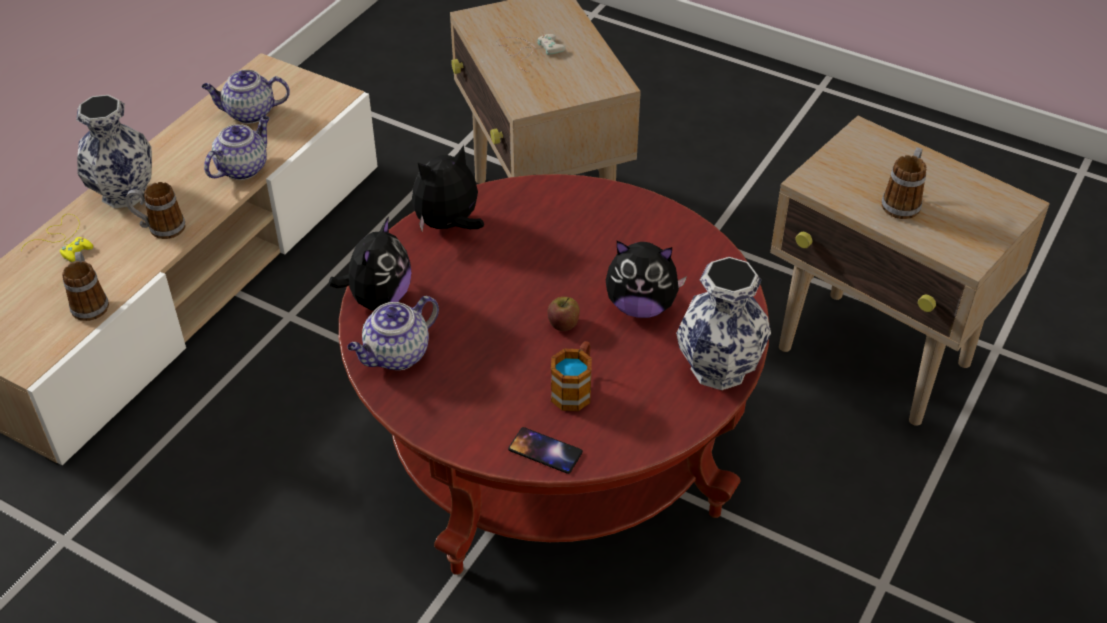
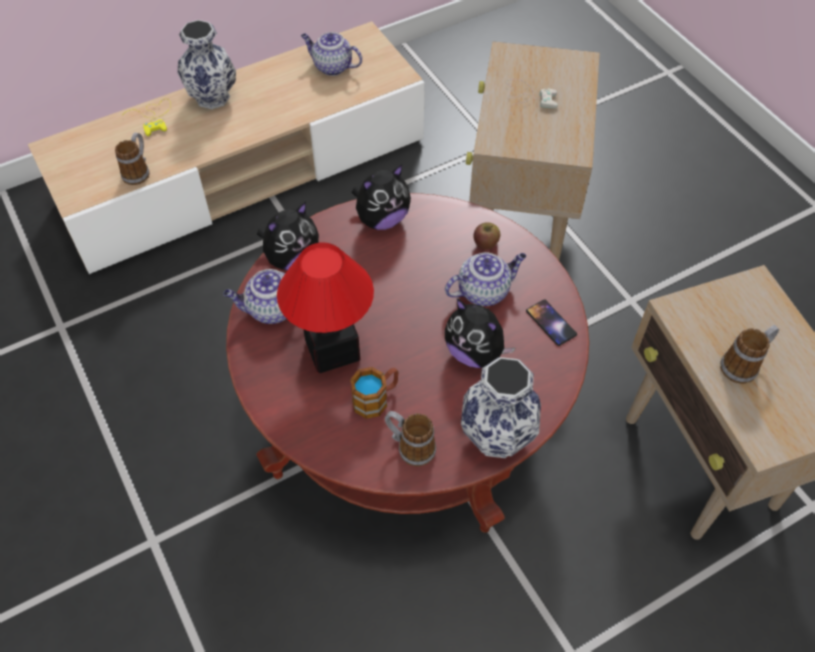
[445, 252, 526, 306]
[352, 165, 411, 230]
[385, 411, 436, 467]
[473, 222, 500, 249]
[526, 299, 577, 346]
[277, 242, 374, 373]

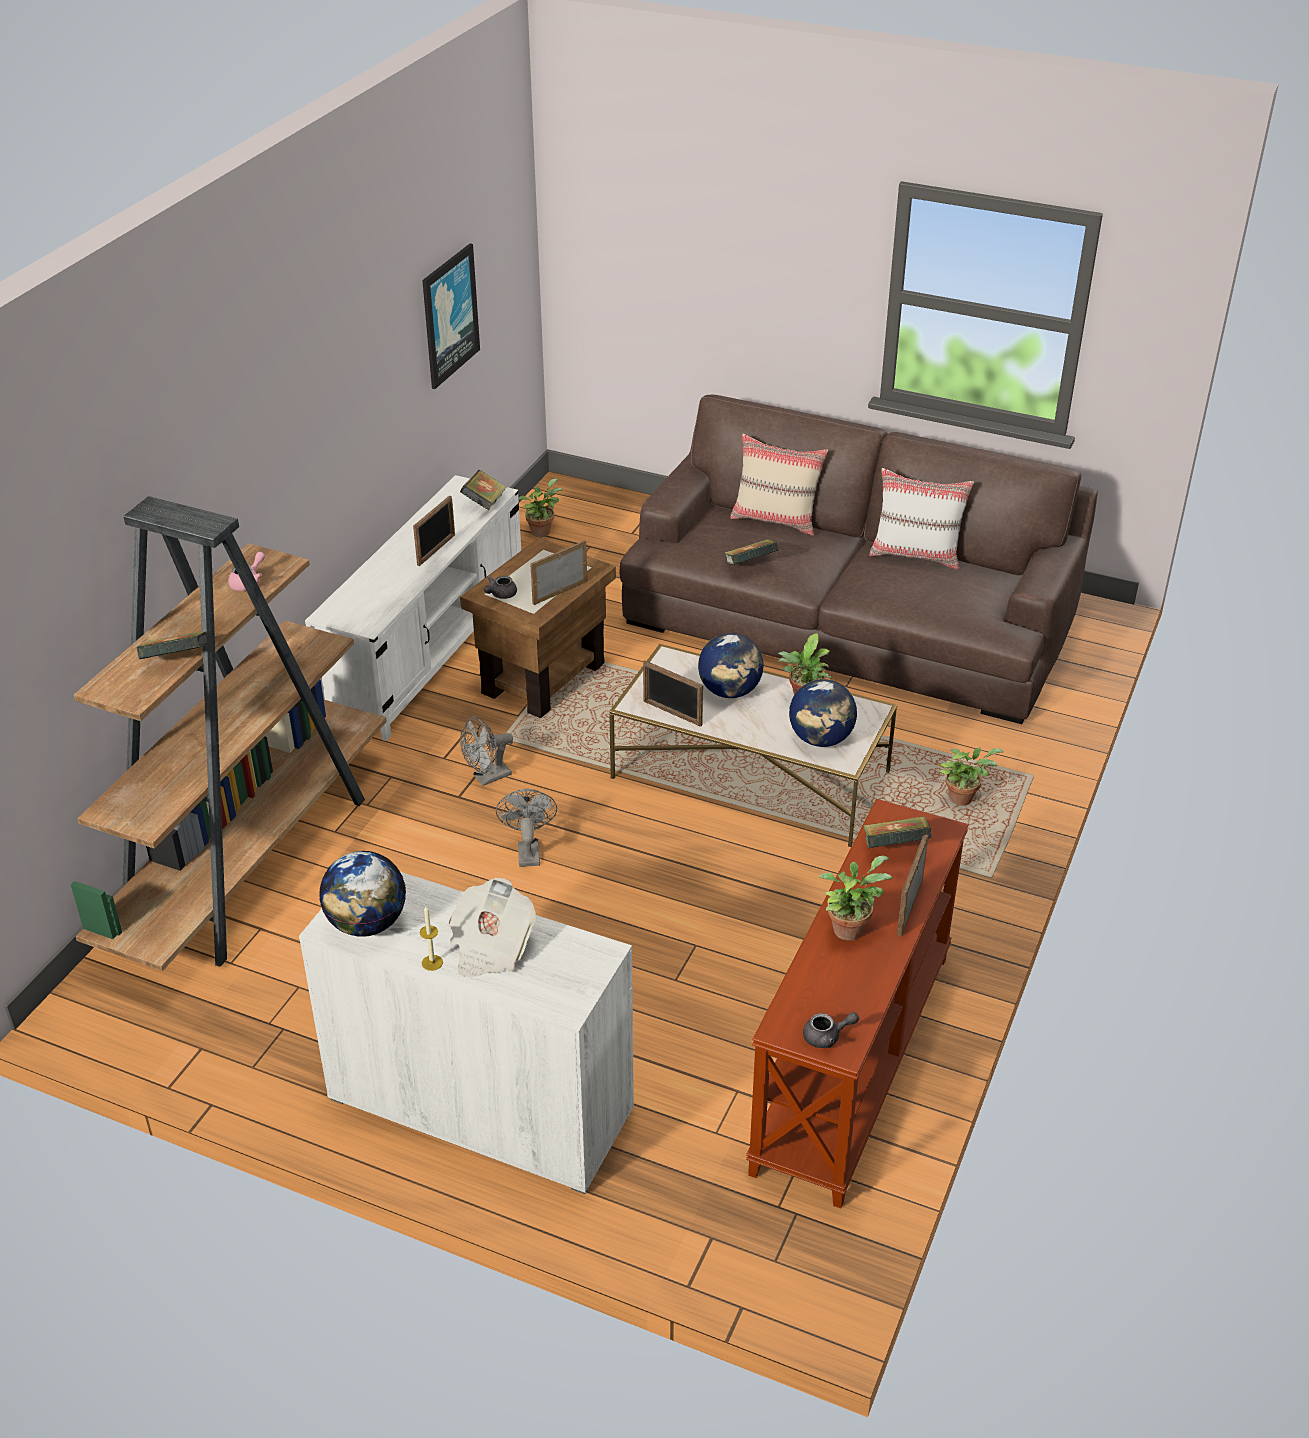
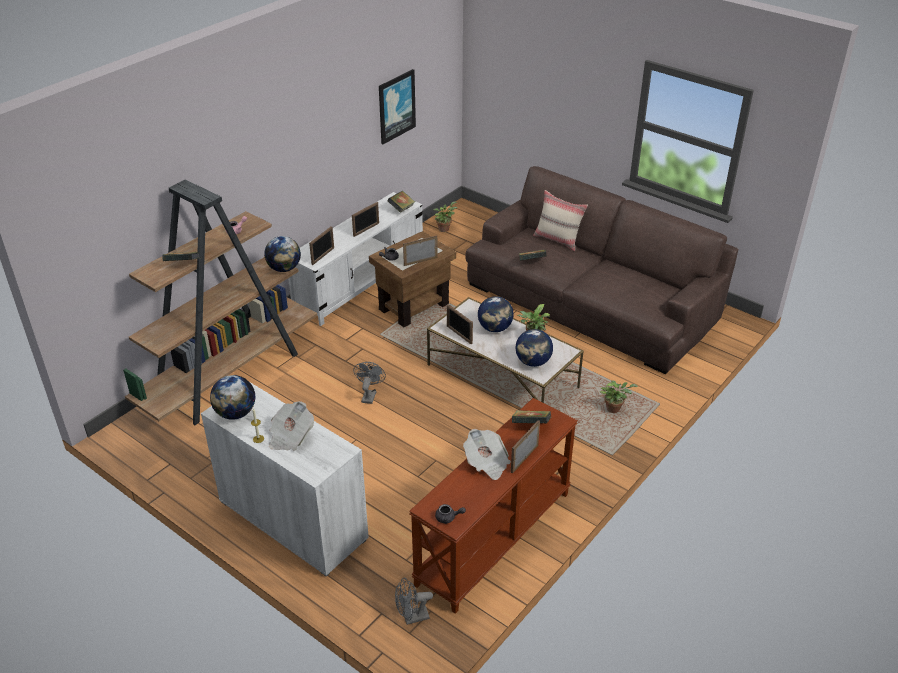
[869, 468, 974, 570] (first image)
[395, 577, 433, 625]
[463, 429, 511, 480]
[309, 226, 334, 265]
[264, 236, 301, 272]

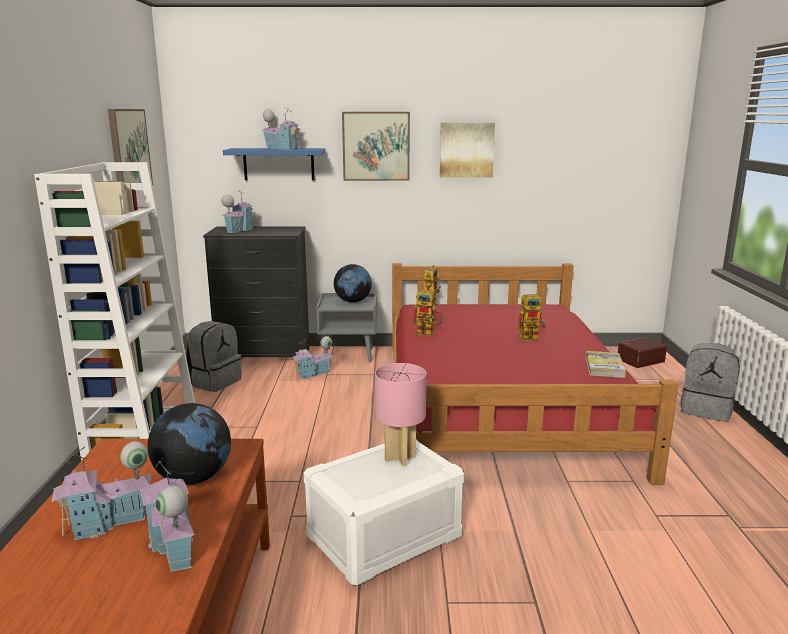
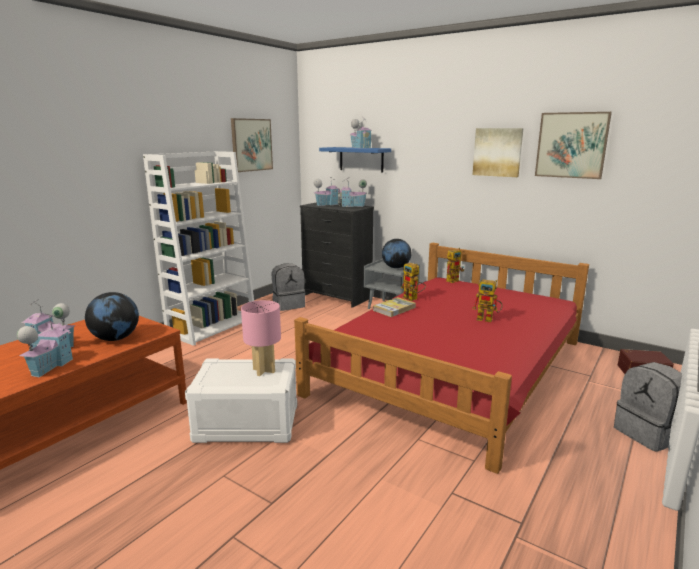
[535, 112, 612, 179]
[338, 178, 367, 207]
[373, 297, 416, 317]

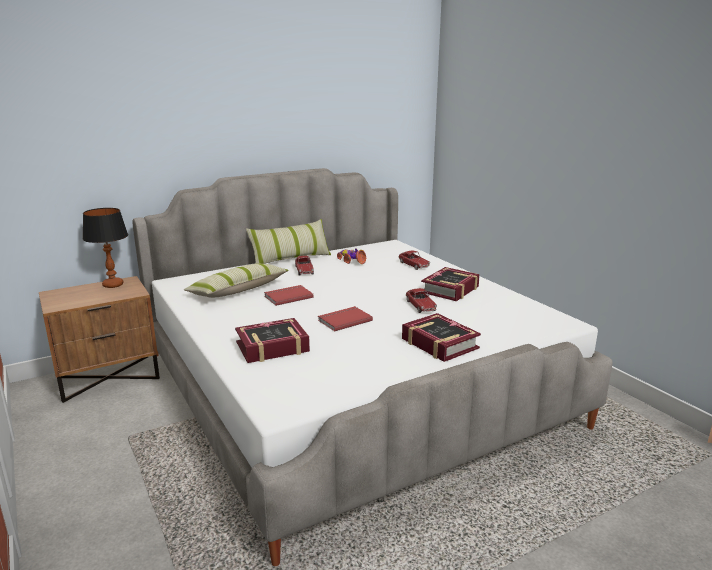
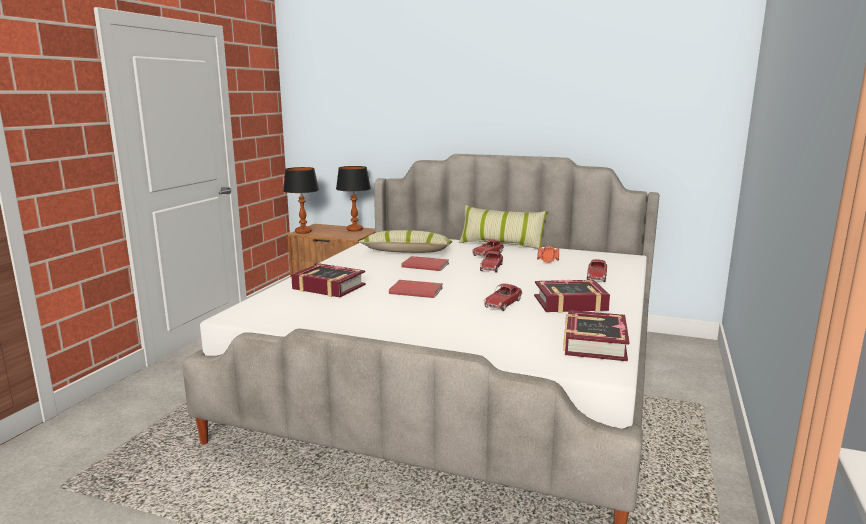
[563, 310, 630, 361]
[283, 167, 319, 234]
[480, 251, 503, 273]

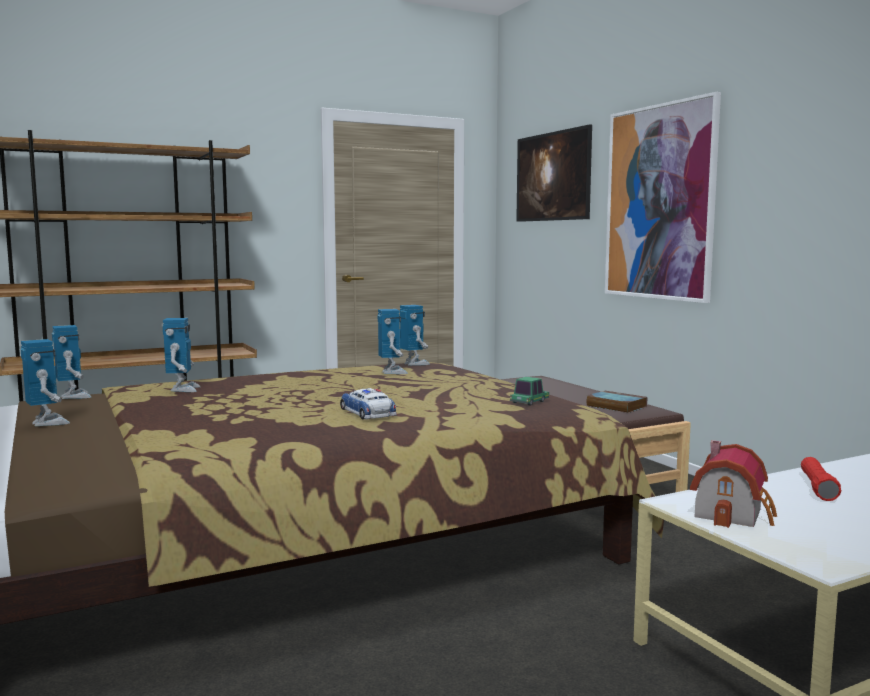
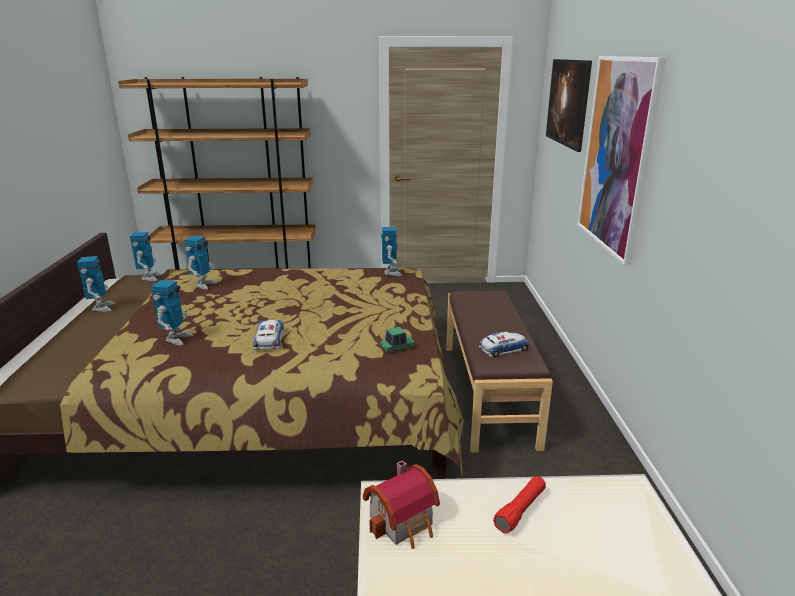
[151, 280, 193, 345]
[479, 332, 529, 358]

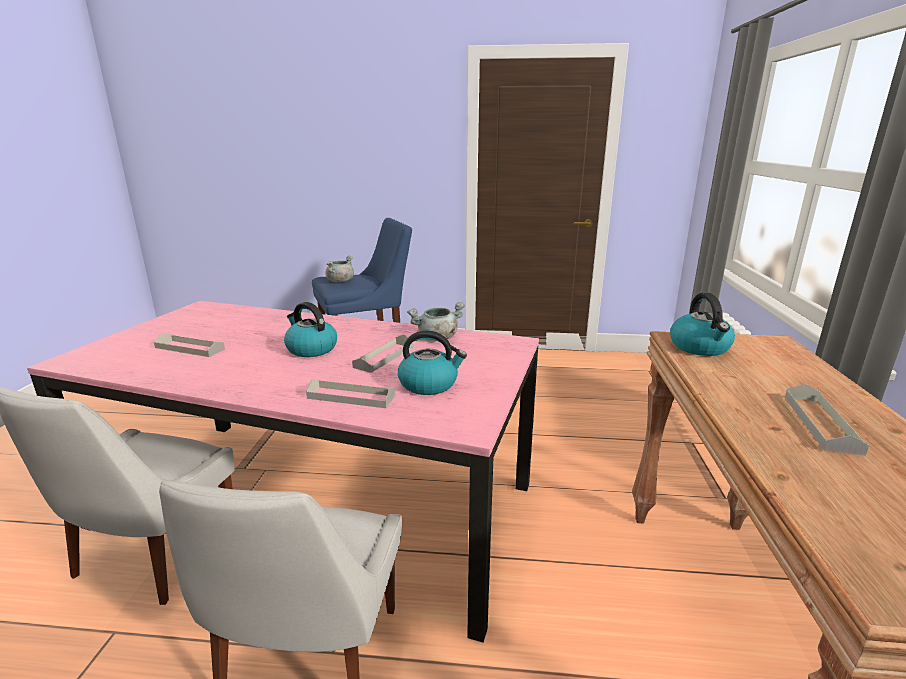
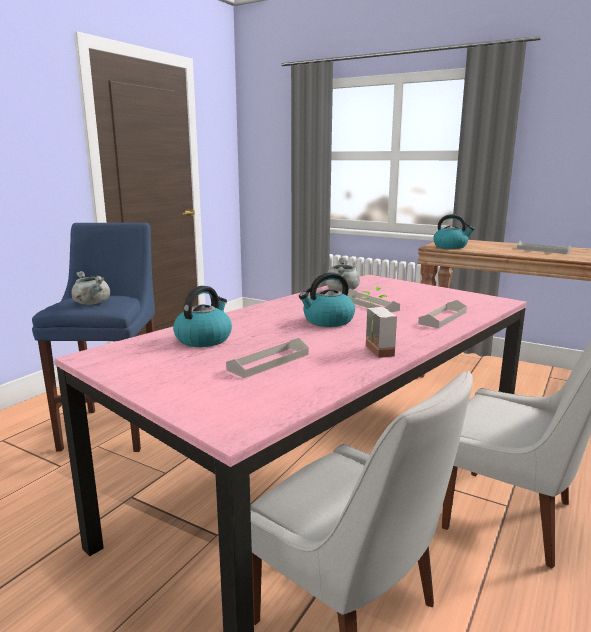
[173, 286, 232, 347]
[361, 287, 397, 358]

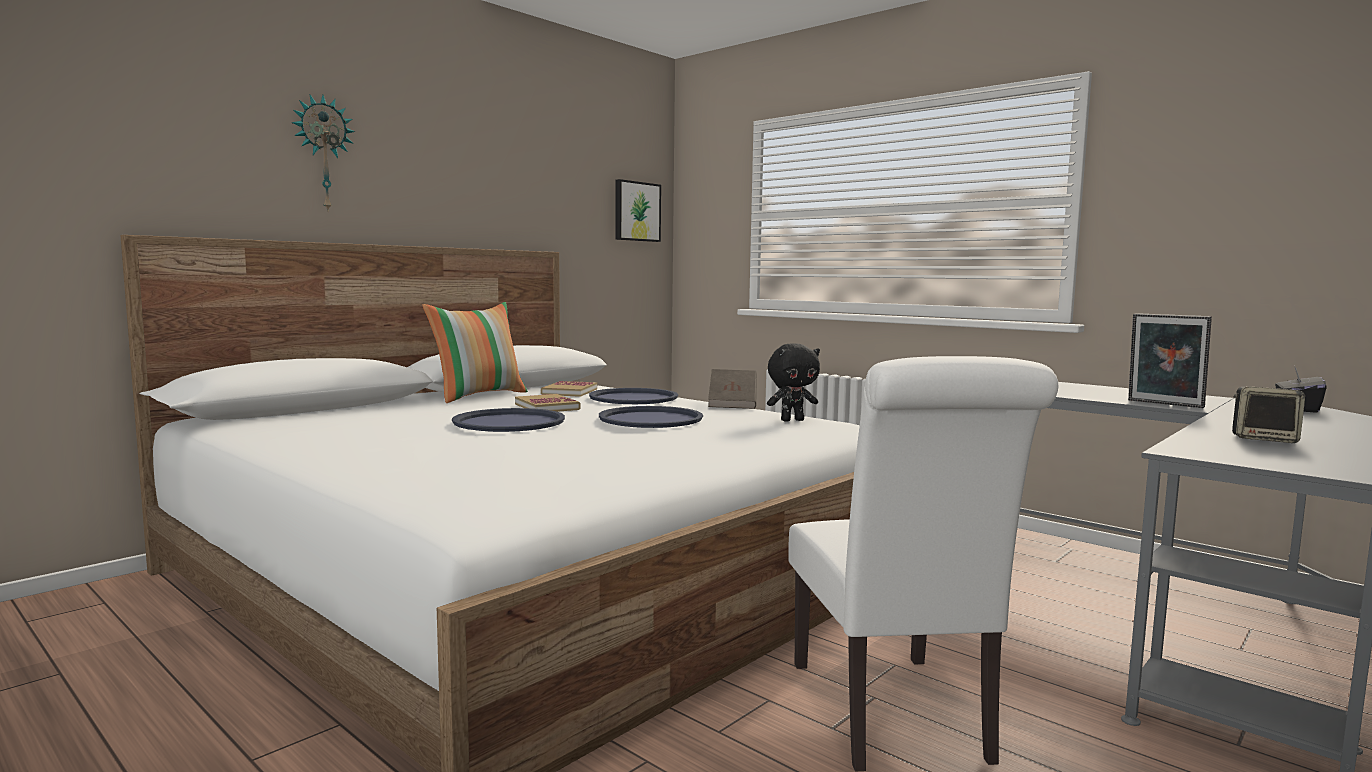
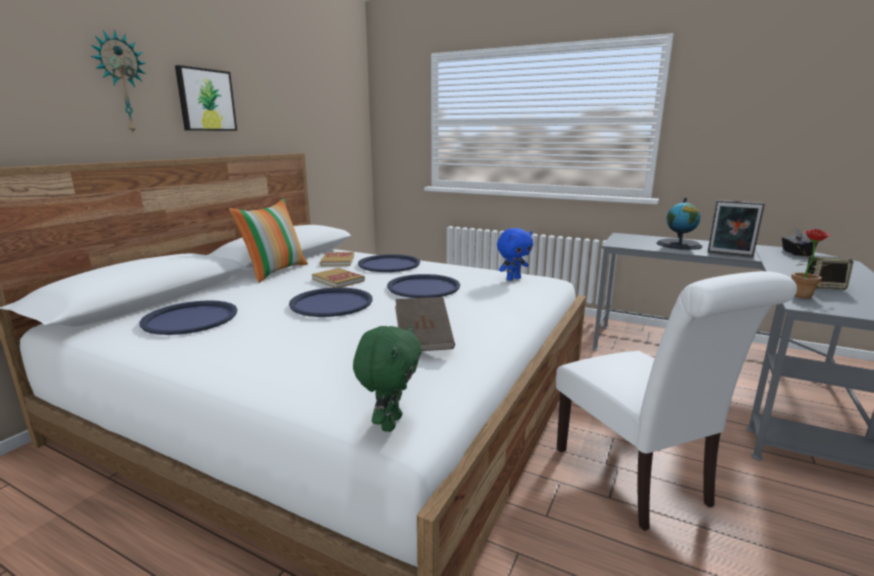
[175, 65, 237, 131]
[497, 228, 533, 281]
[395, 297, 455, 351]
[657, 198, 702, 250]
[791, 229, 831, 298]
[140, 300, 237, 335]
[353, 325, 422, 432]

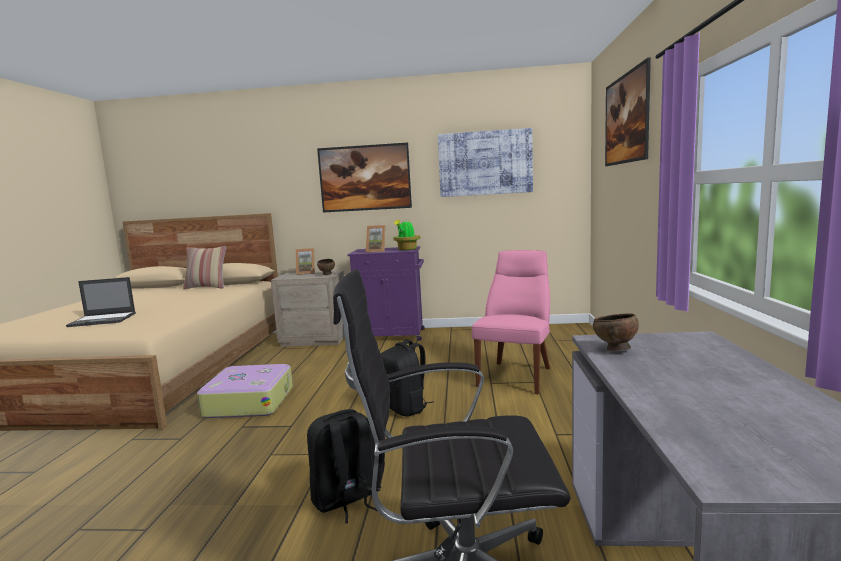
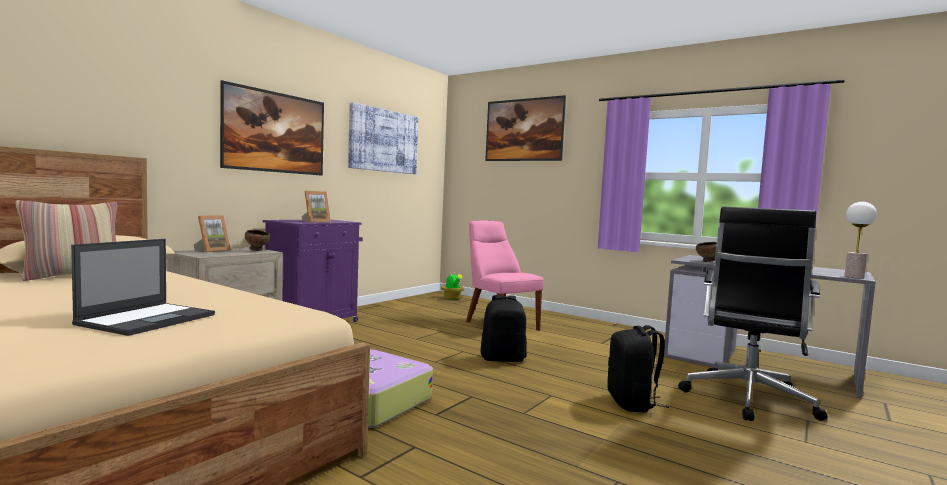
[441, 273, 464, 299]
[844, 202, 877, 279]

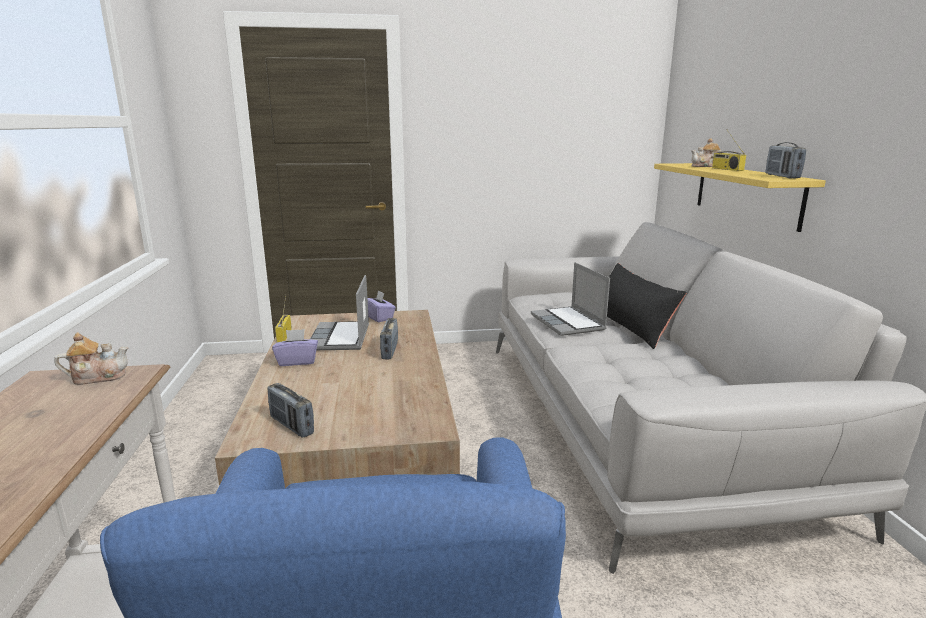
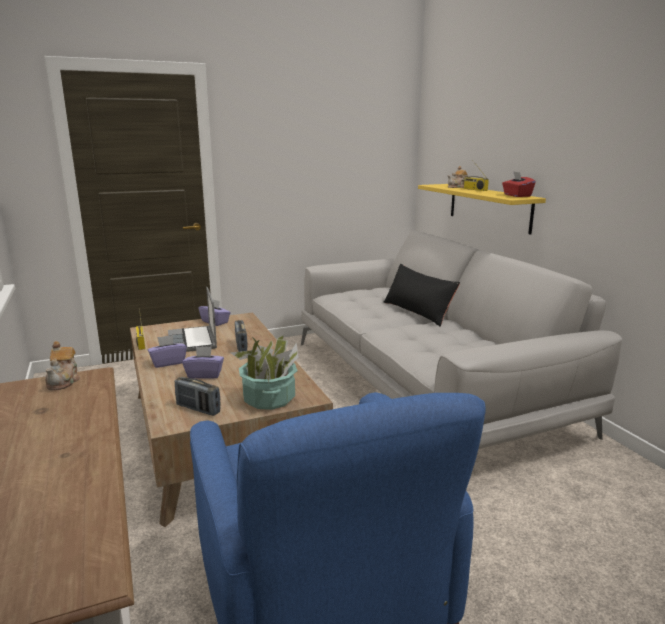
[502, 171, 536, 197]
[531, 262, 610, 336] (first image)
[45, 341, 80, 390]
[231, 335, 299, 410]
[182, 347, 224, 379]

